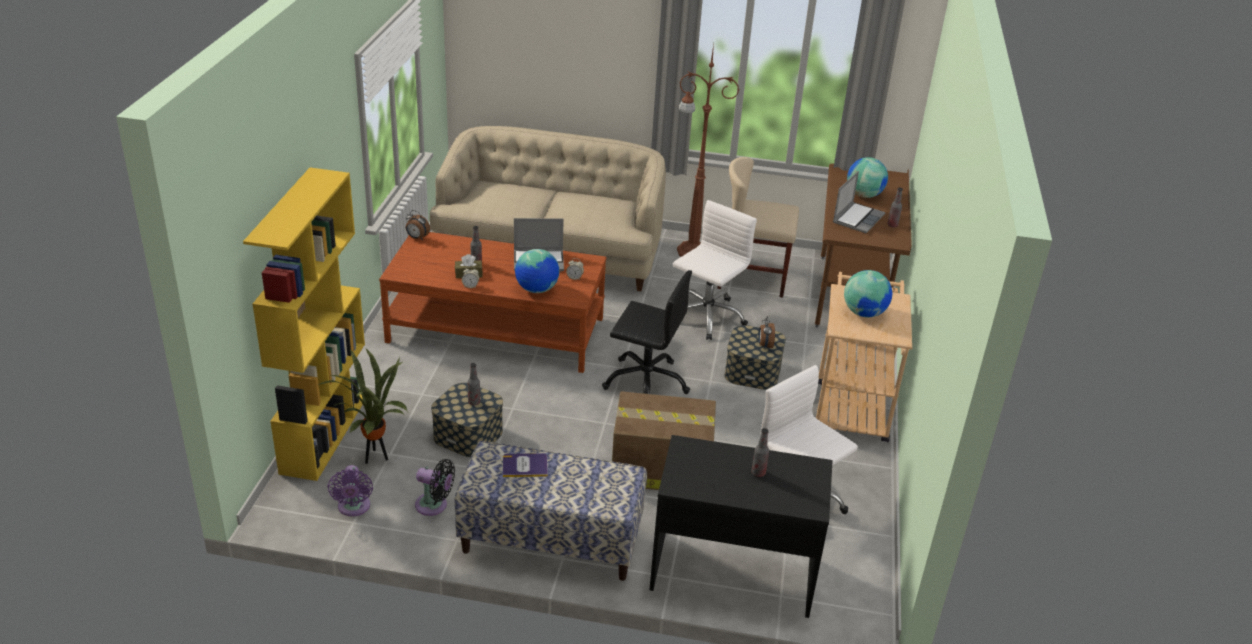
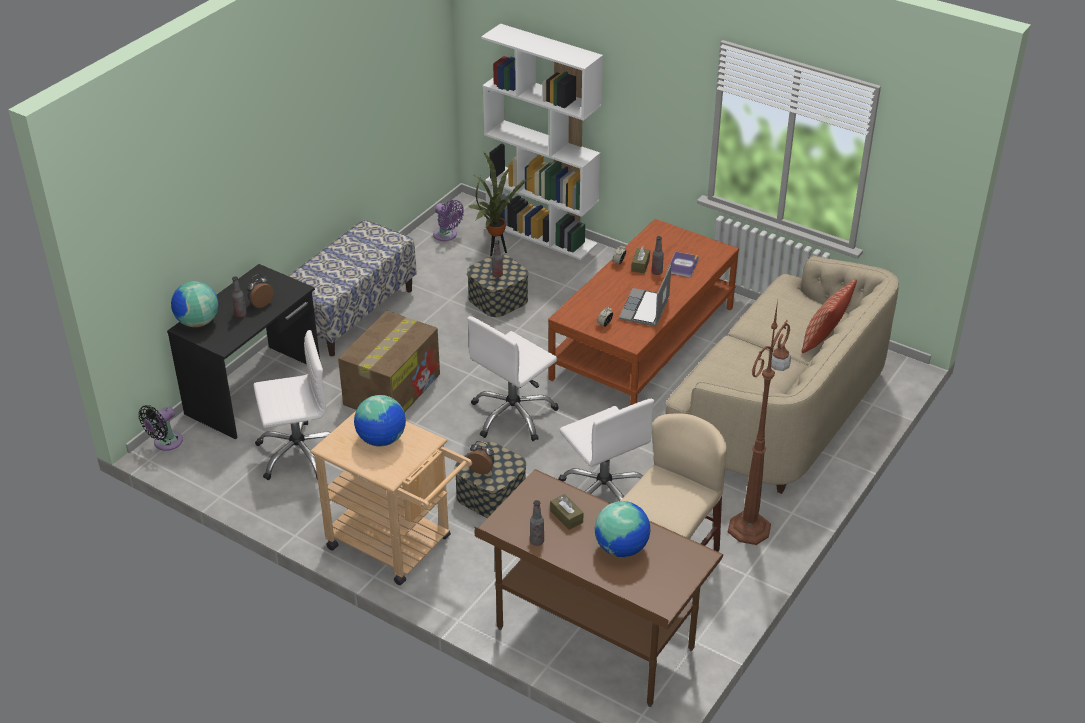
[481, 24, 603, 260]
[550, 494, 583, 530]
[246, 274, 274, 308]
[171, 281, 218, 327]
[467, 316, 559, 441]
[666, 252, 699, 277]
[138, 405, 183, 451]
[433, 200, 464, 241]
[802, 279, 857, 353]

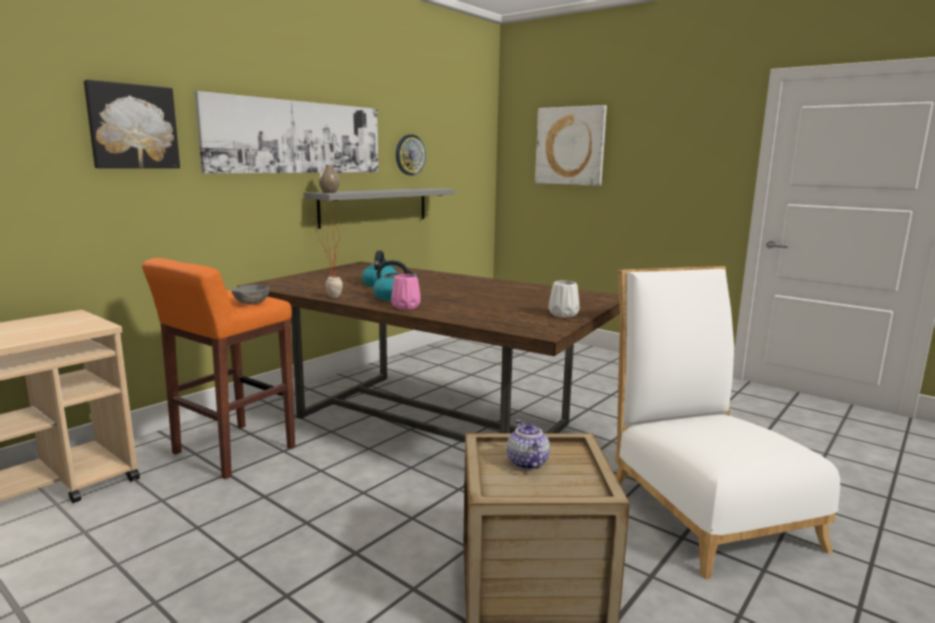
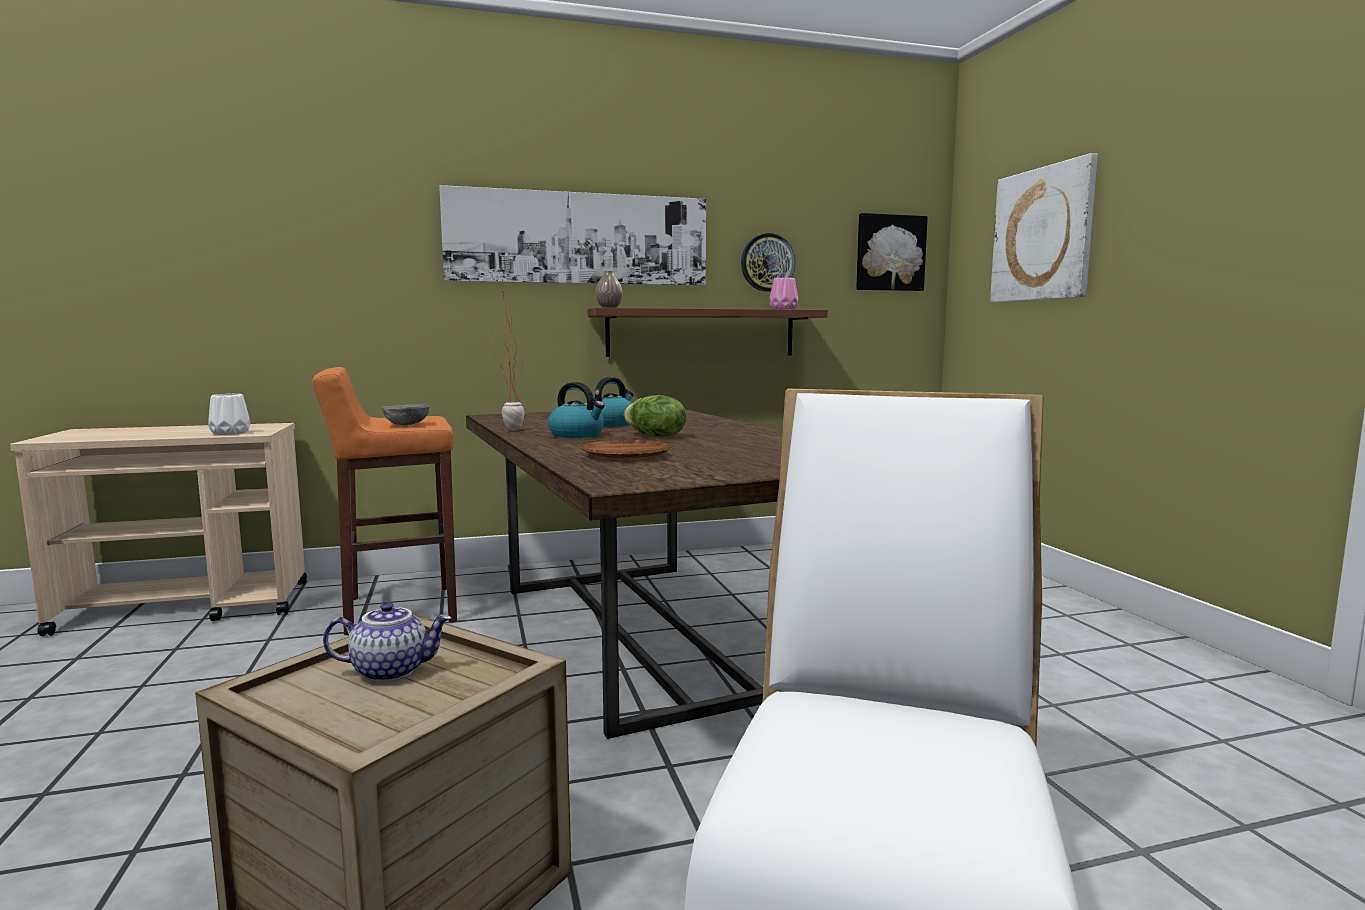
[856, 213, 928, 291]
[588, 308, 828, 357]
[770, 278, 798, 309]
[208, 394, 250, 435]
[323, 602, 452, 682]
[624, 395, 686, 437]
[582, 439, 671, 458]

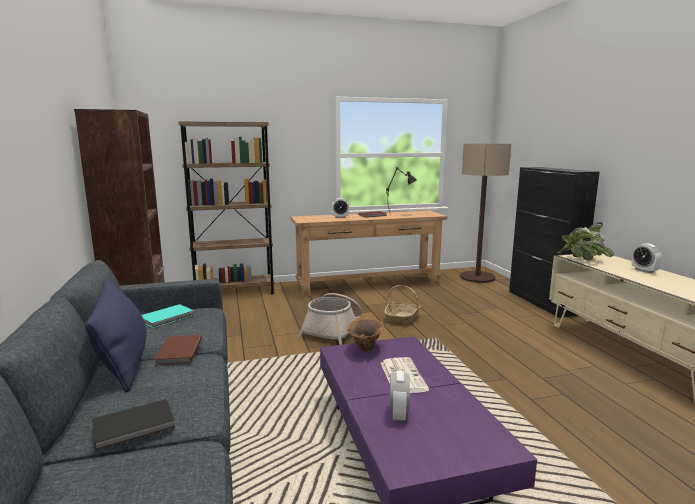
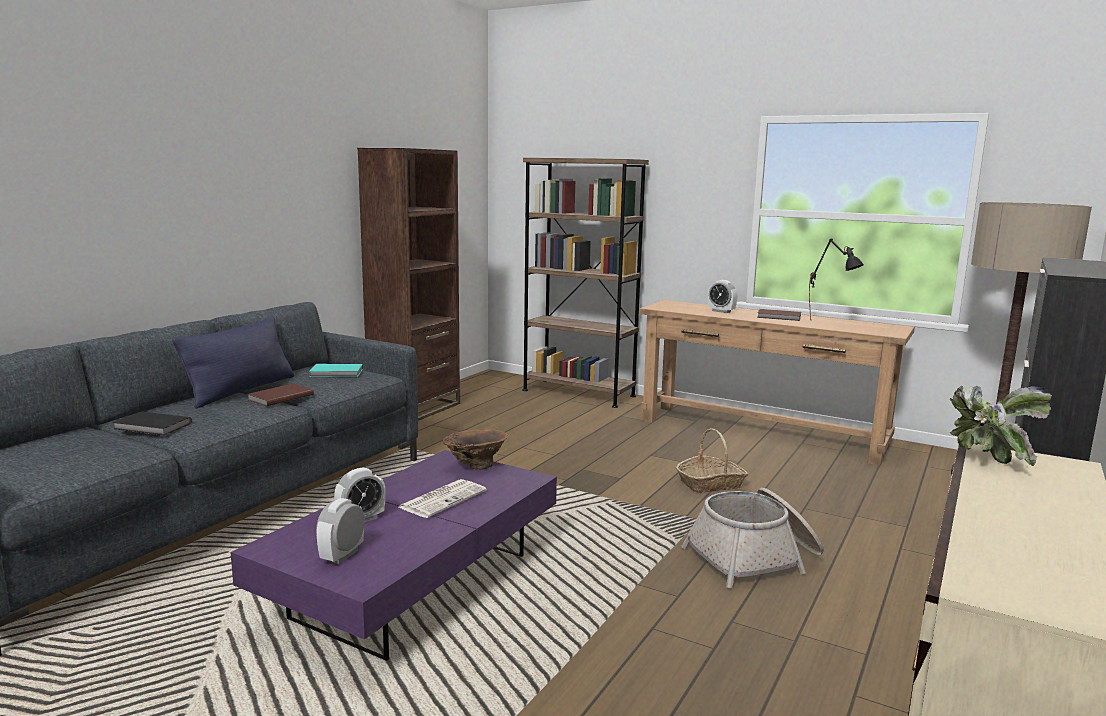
[316, 498, 365, 564]
[681, 488, 824, 589]

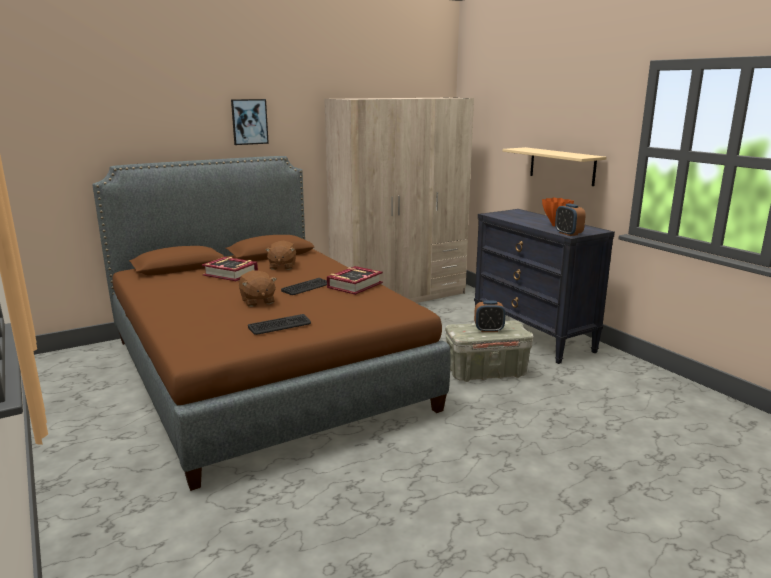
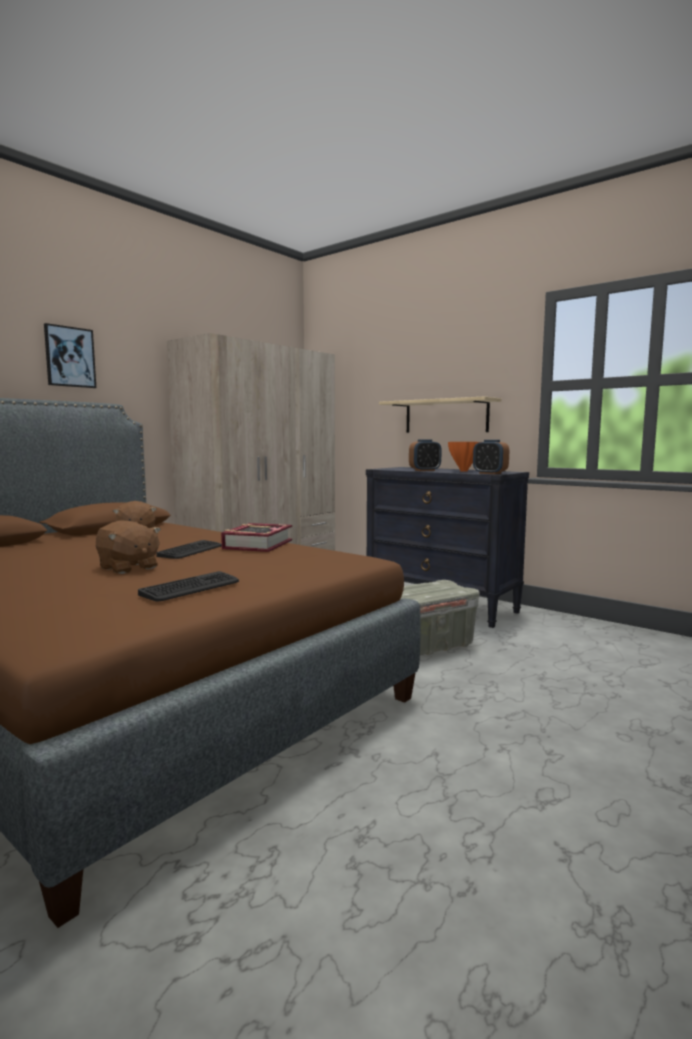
[202, 257, 258, 281] (first image)
[409, 439, 442, 471]

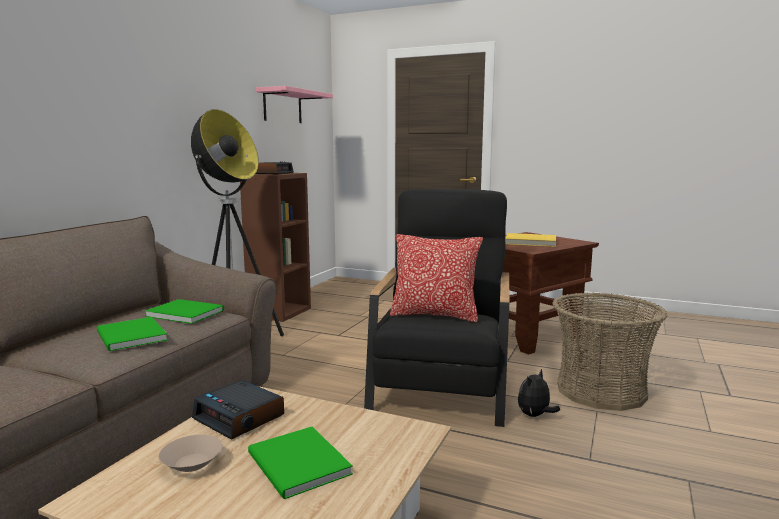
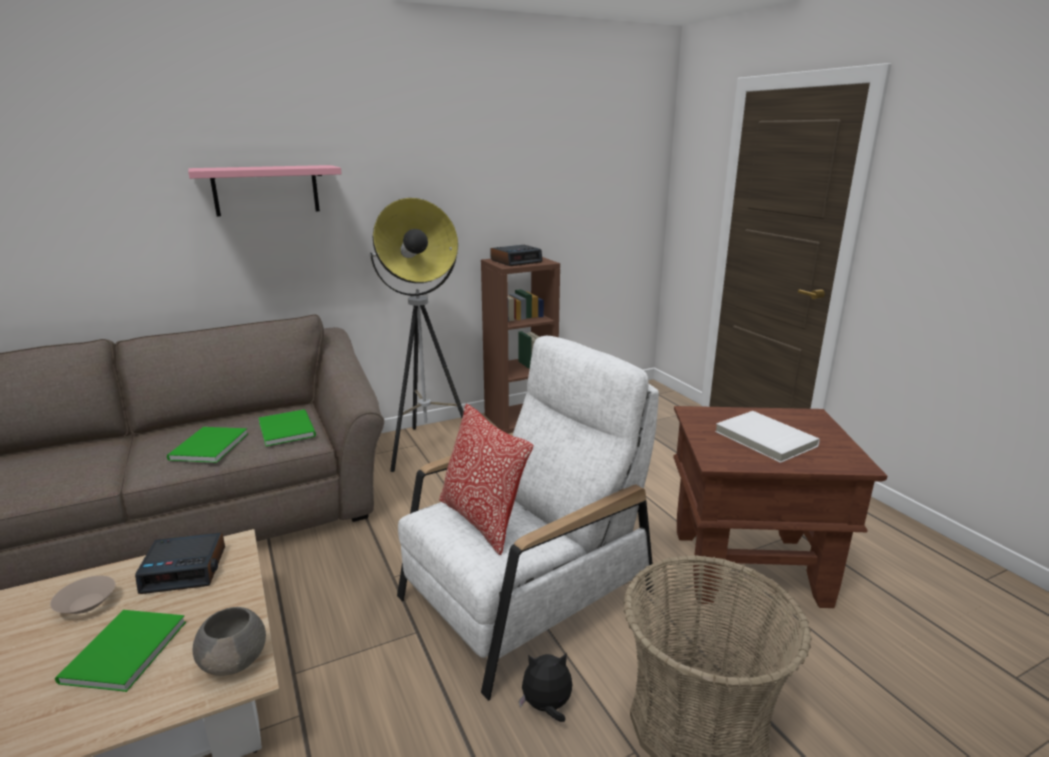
[188, 165, 342, 216]
[397, 336, 659, 701]
[715, 411, 820, 463]
[135, 533, 225, 594]
[193, 607, 266, 676]

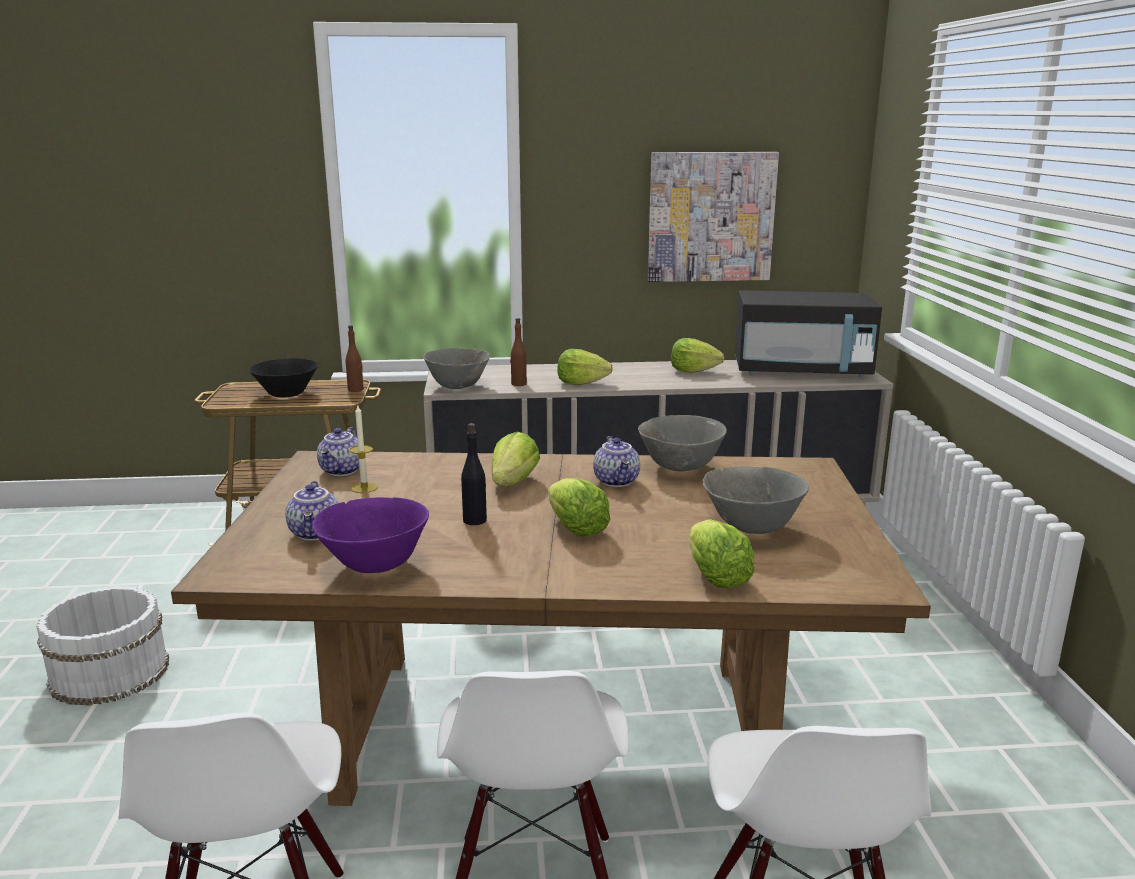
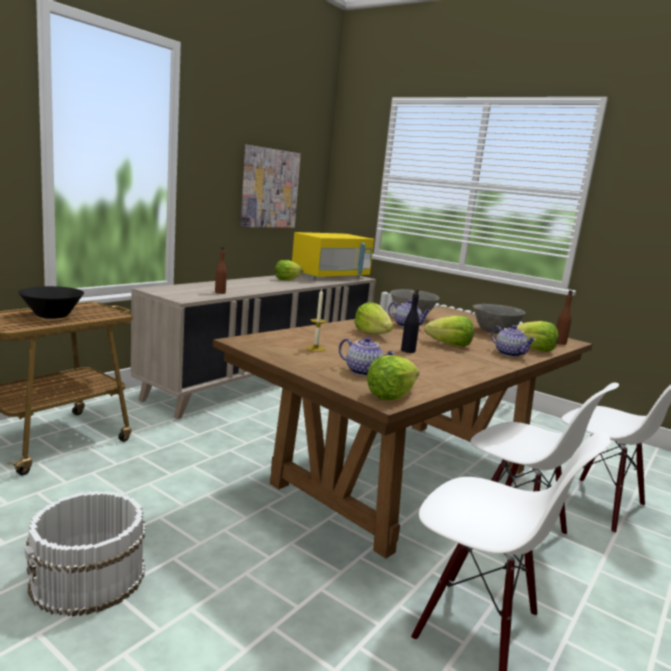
[292, 232, 374, 279]
[556, 290, 573, 345]
[423, 348, 490, 389] (first image)
[367, 355, 419, 400]
[491, 325, 536, 357]
[312, 497, 429, 573] (first image)

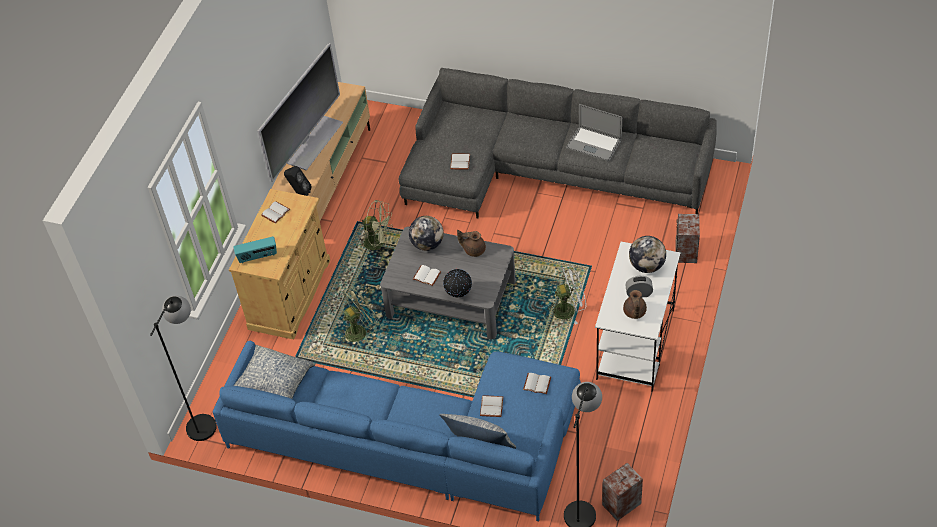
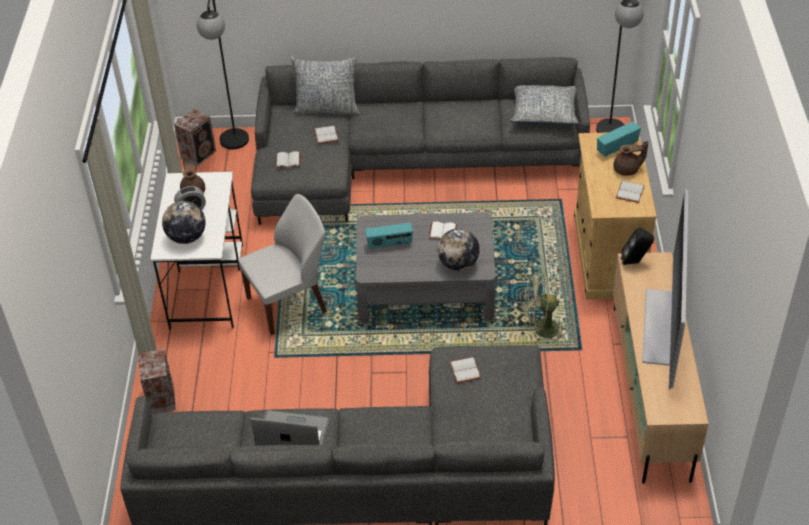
[613, 141, 648, 176]
[238, 194, 327, 335]
[443, 269, 472, 298] (first image)
[340, 287, 378, 342] (first image)
[251, 57, 590, 225]
[365, 223, 413, 250]

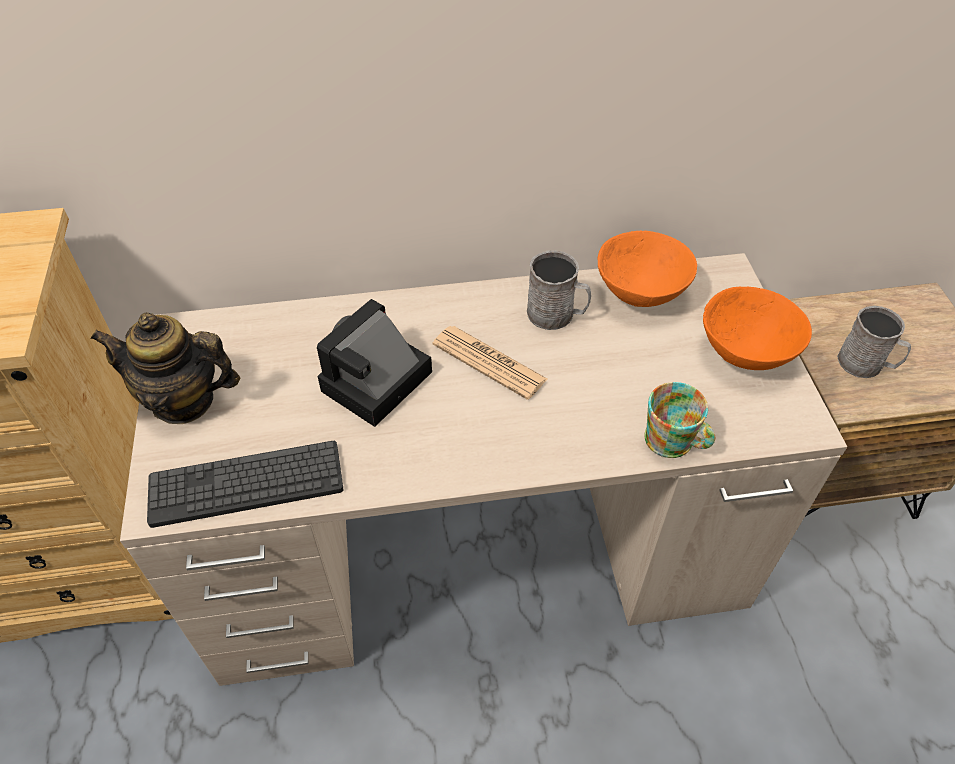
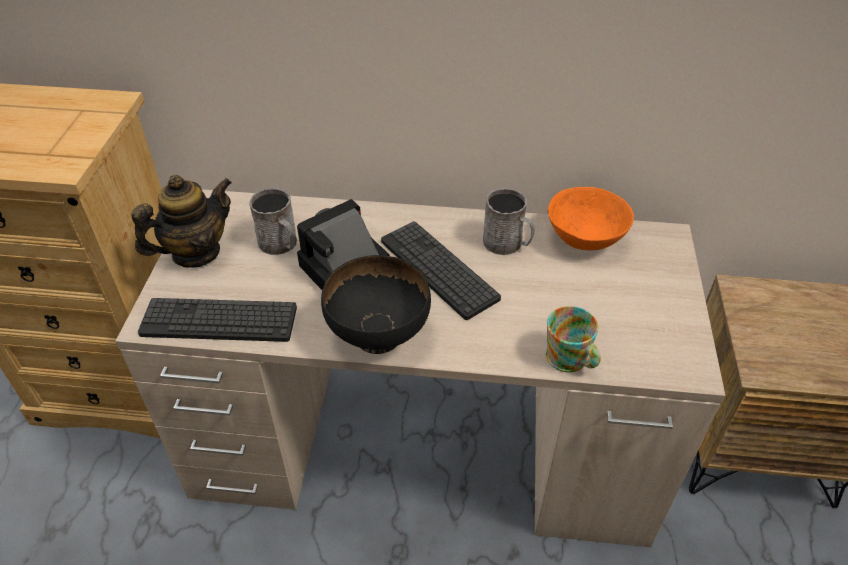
[703, 287, 812, 370] (first image)
[249, 188, 297, 255]
[131, 175, 232, 268]
[381, 221, 501, 320]
[321, 255, 431, 354]

